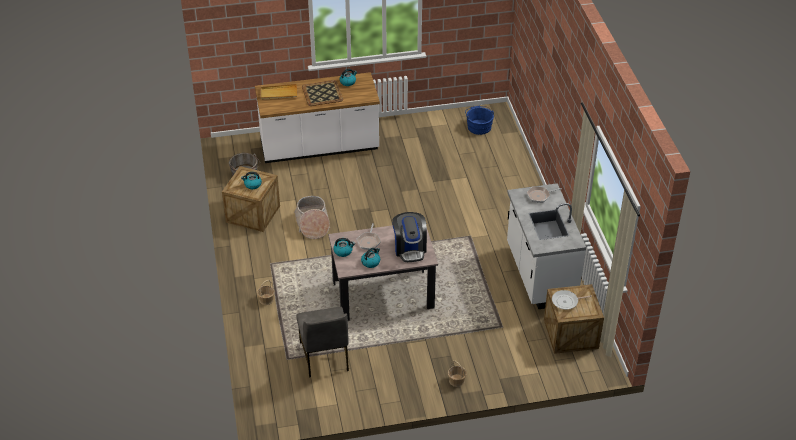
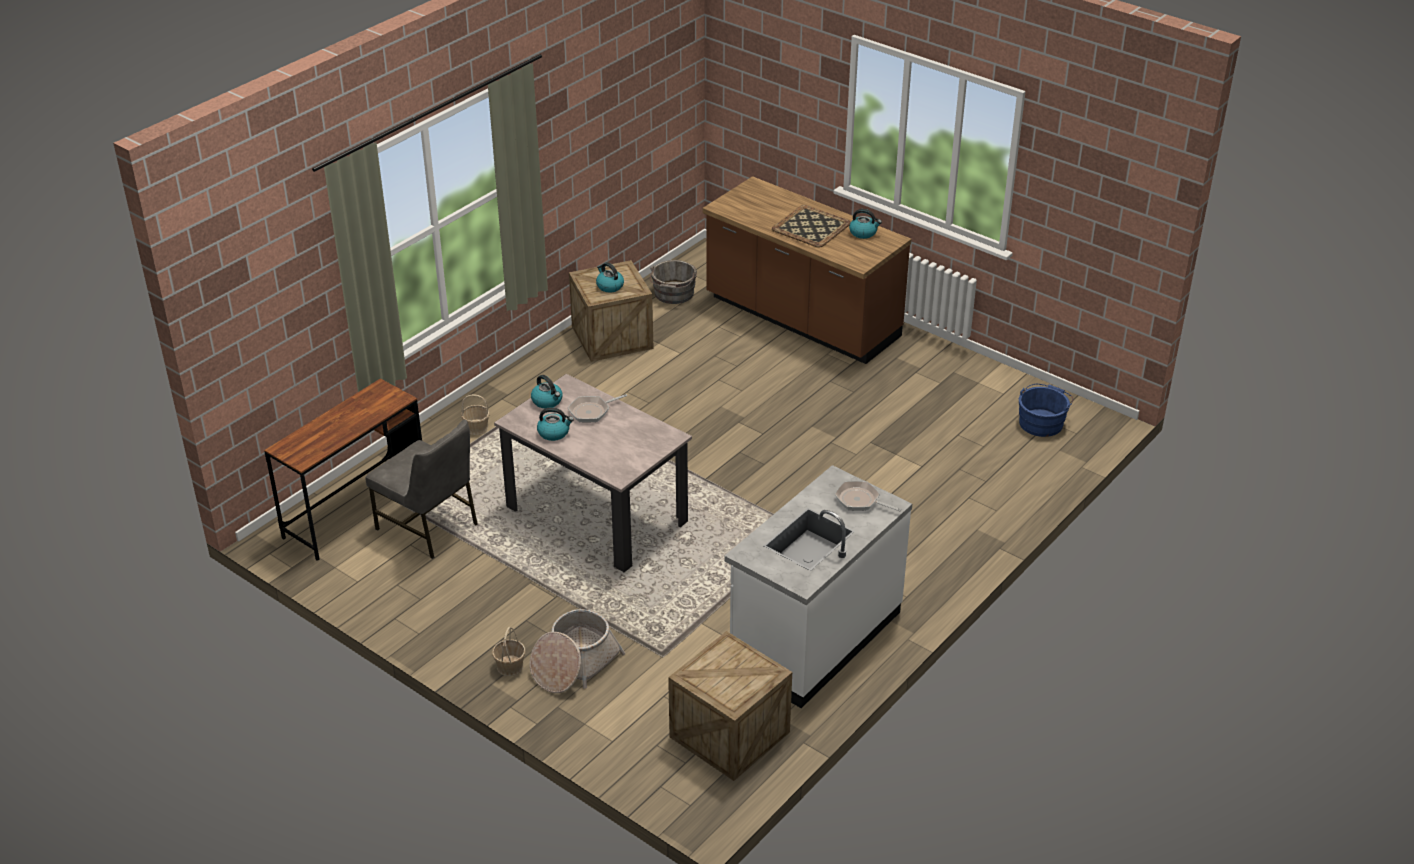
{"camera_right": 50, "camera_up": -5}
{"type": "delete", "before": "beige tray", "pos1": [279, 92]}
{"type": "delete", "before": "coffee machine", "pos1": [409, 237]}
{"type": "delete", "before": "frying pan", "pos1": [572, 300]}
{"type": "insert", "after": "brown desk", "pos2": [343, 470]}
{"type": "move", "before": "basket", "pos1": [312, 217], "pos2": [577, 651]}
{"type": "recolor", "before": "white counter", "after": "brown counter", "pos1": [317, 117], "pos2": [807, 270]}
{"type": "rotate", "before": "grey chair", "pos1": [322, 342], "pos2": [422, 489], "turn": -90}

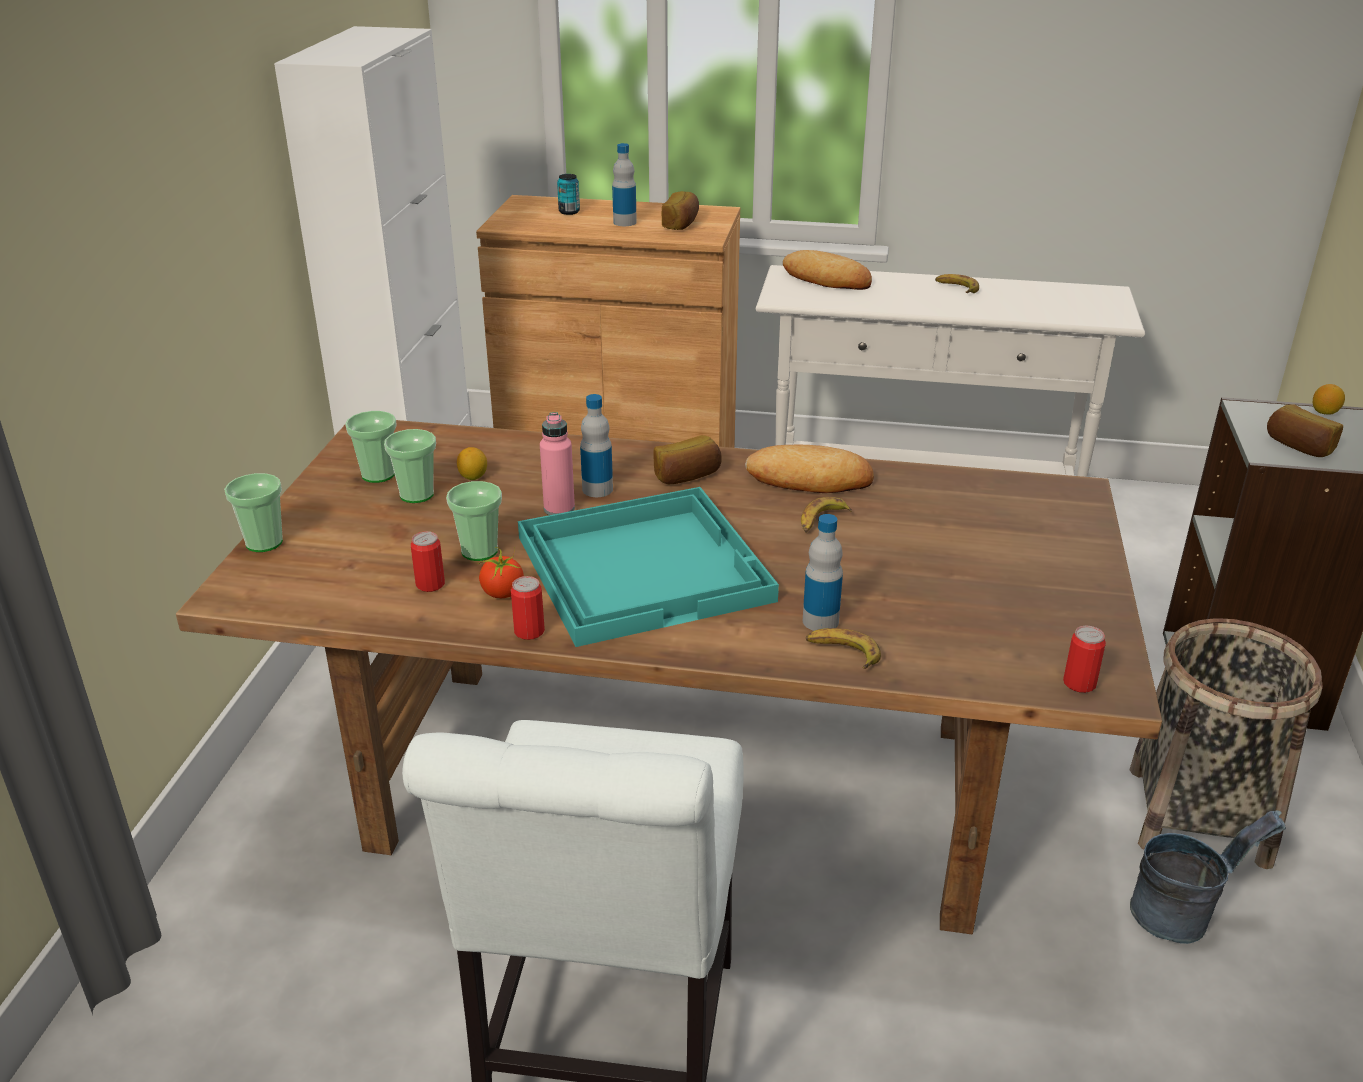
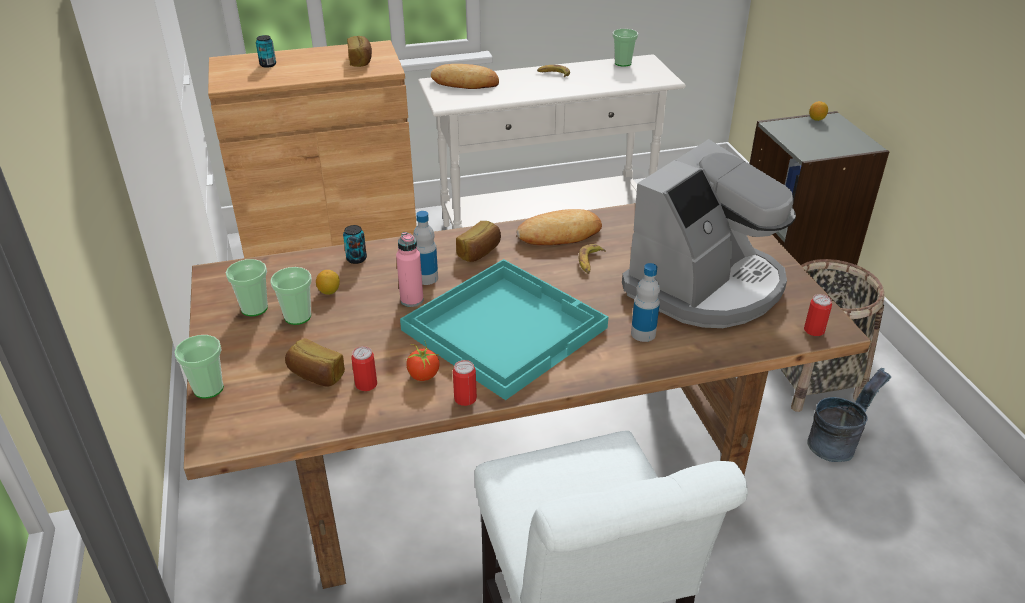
{"camera_right": -25, "camera_up": 5}
{"type": "delete", "before": "bottle", "pos1": [624, 184]}
{"type": "delete", "before": "banana", "pos1": [843, 648]}
{"type": "insert", "after": "can", "pos2": [355, 244]}
{"type": "insert", "after": "coffee machine", "pos2": [709, 233]}
{"type": "move", "before": "cup", "pos1": [474, 521], "pos2": [625, 48]}
{"type": "move", "before": "bread", "pos1": [1305, 431], "pos2": [315, 362]}

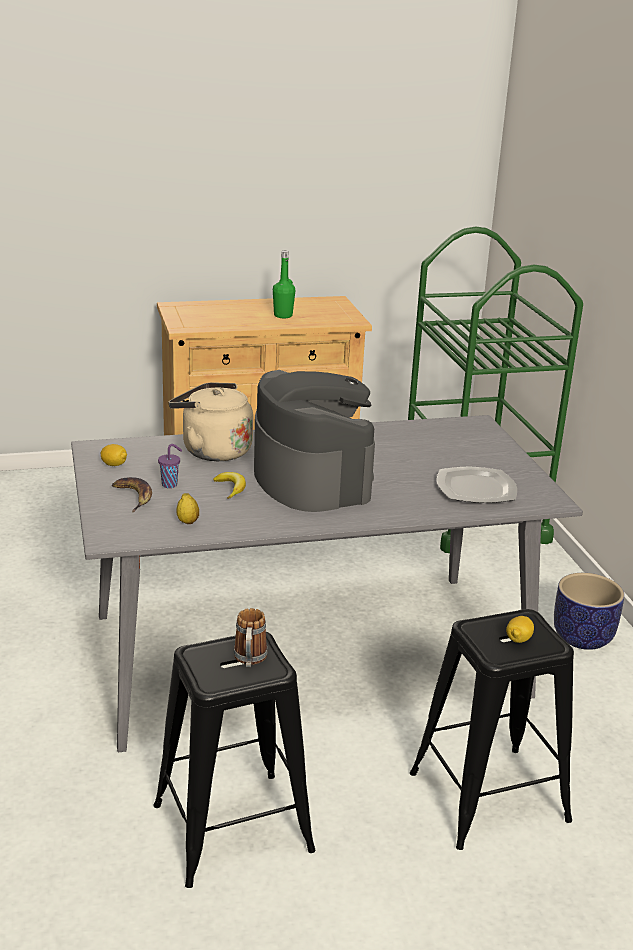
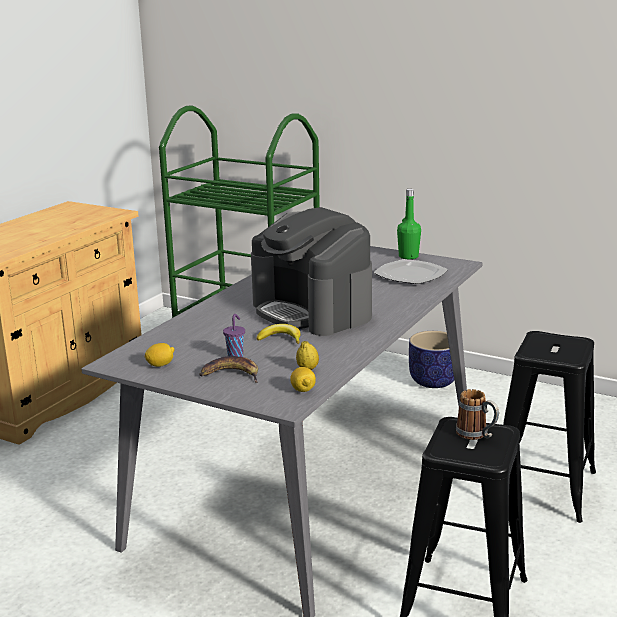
{"camera_right": -45, "camera_up": -5}
{"type": "delete", "before": "beige kettle", "pos1": [211, 421]}
{"type": "move", "before": "green bottle", "pos1": [284, 284], "pos2": [409, 224]}
{"type": "move", "before": "lemon", "pos1": [520, 629], "pos2": [303, 379]}
{"type": "rotate", "before": "coffee machine", "pos1": [314, 441], "pos2": [311, 271], "turn": -150}

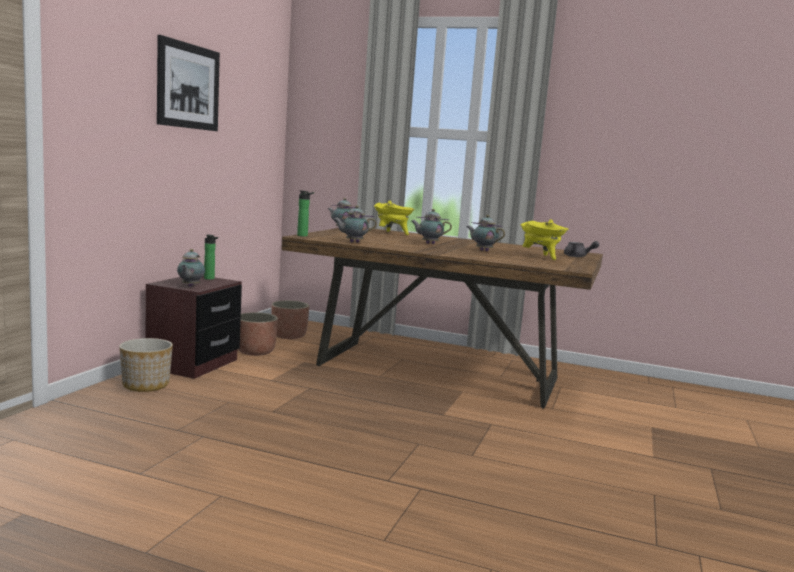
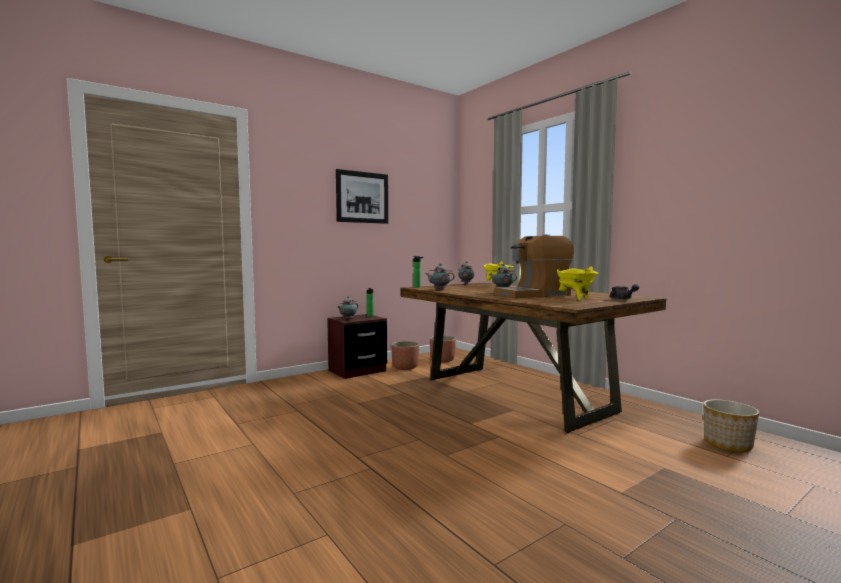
{"camera_right": 35, "camera_up": -5}
{"type": "move", "before": "planter", "pos1": [146, 365], "pos2": [731, 426]}
{"type": "replace", "before": "teapot", "after": "coffee machine", "pos1": [486, 233], "pos2": [534, 266]}

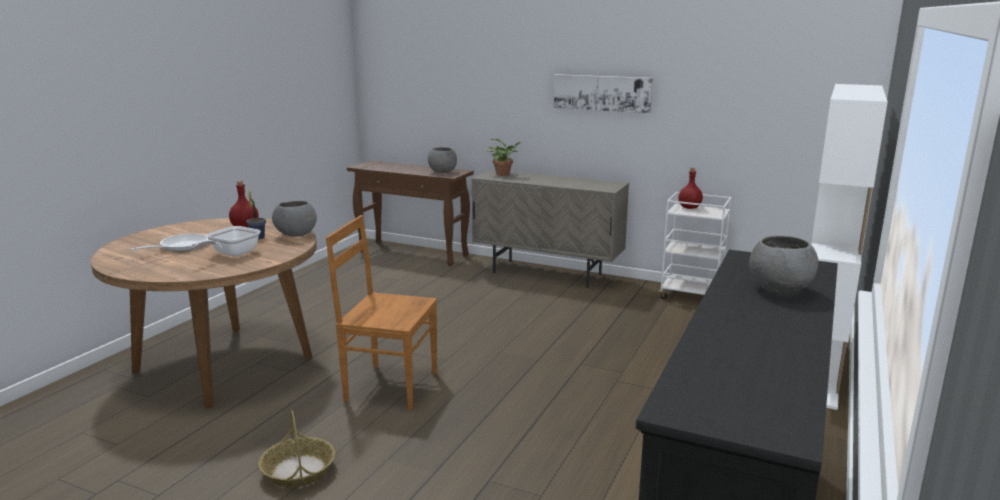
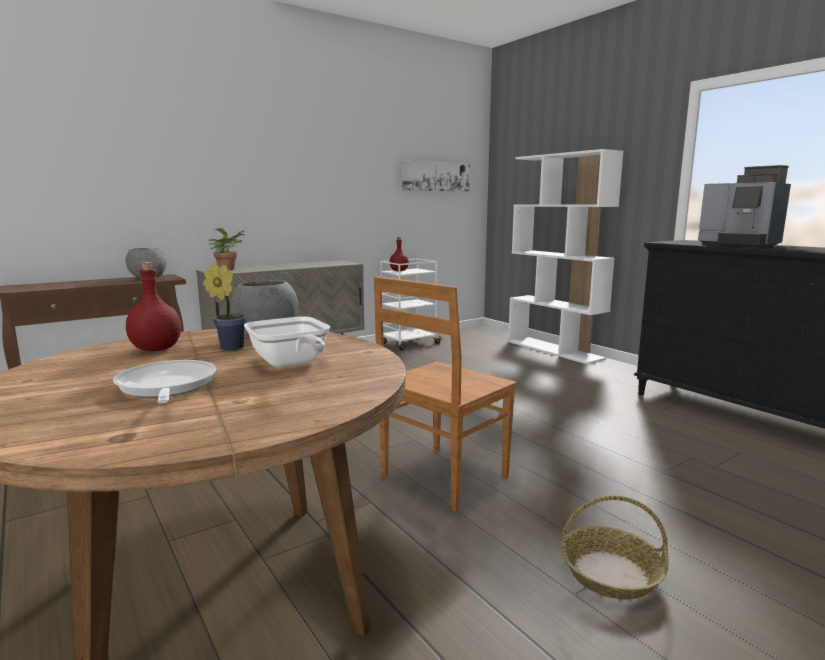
{"camera_right": -60, "camera_up": -5}
{"type": "move", "before": "picture", "pos1": [603, 93], "pos2": [436, 176]}
{"type": "replace", "before": "grey bowl", "after": "coffee machine", "pos1": [783, 264], "pos2": [744, 206]}

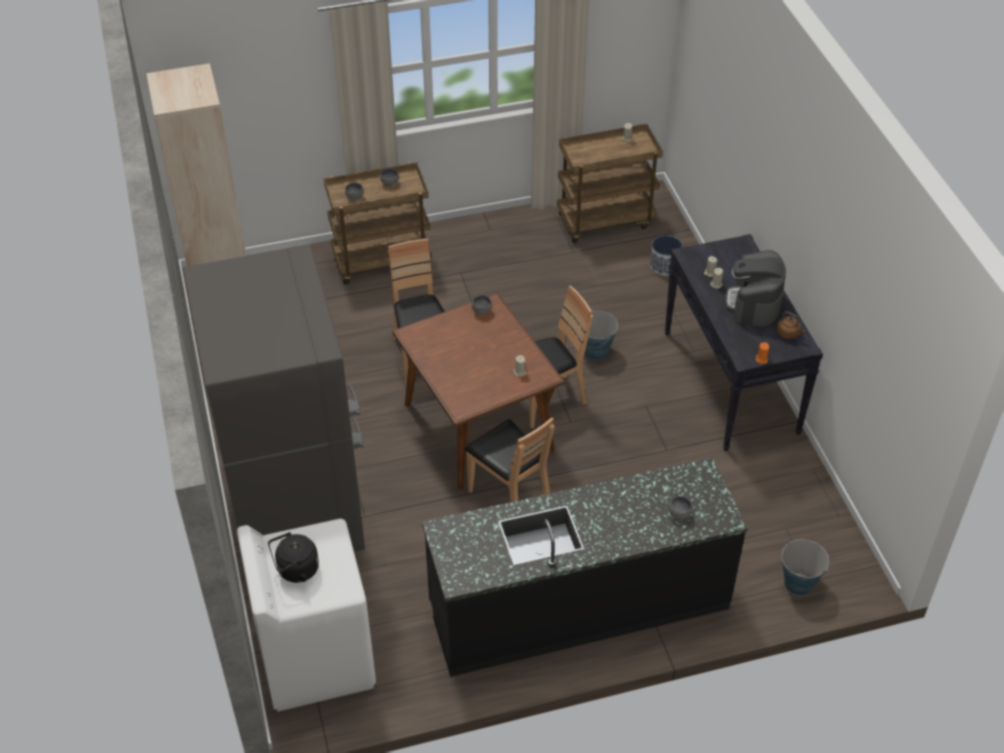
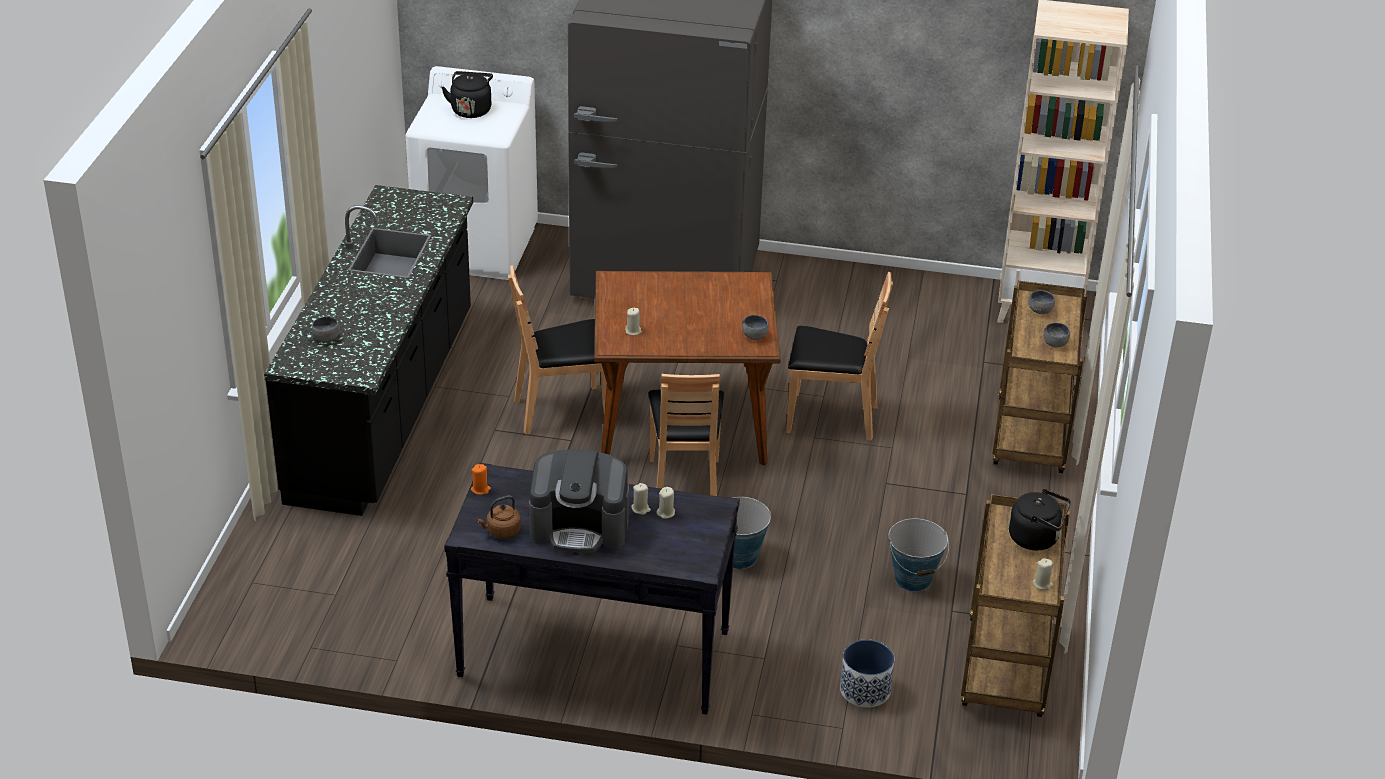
{"camera_right": 115, "camera_up": -10}
{"type": "insert", "after": "black kettle", "pos2": [1040, 519]}
{"type": "move", "before": "bucket", "pos1": [805, 567], "pos2": [918, 555]}
{"type": "rotate", "before": "coffee machine", "pos1": [756, 288], "pos2": [579, 501], "turn": 150}

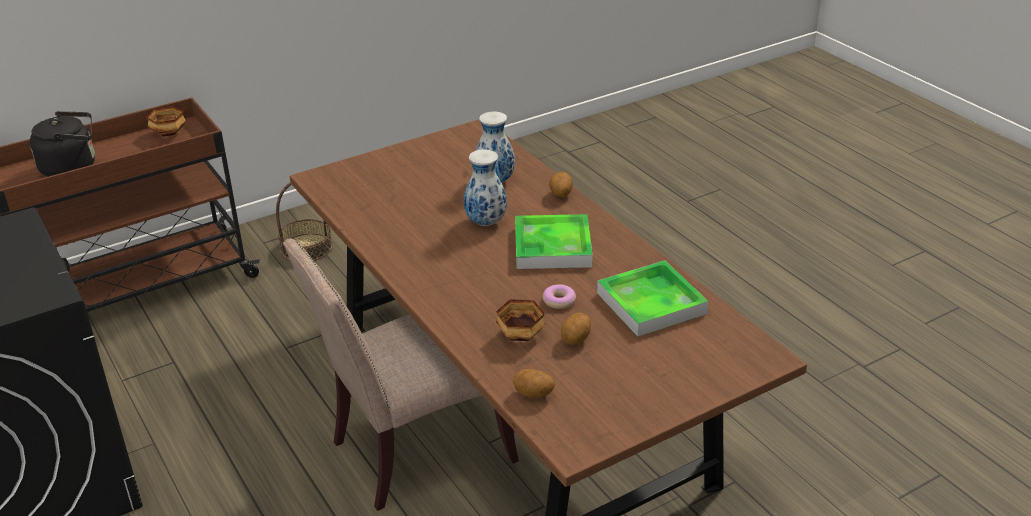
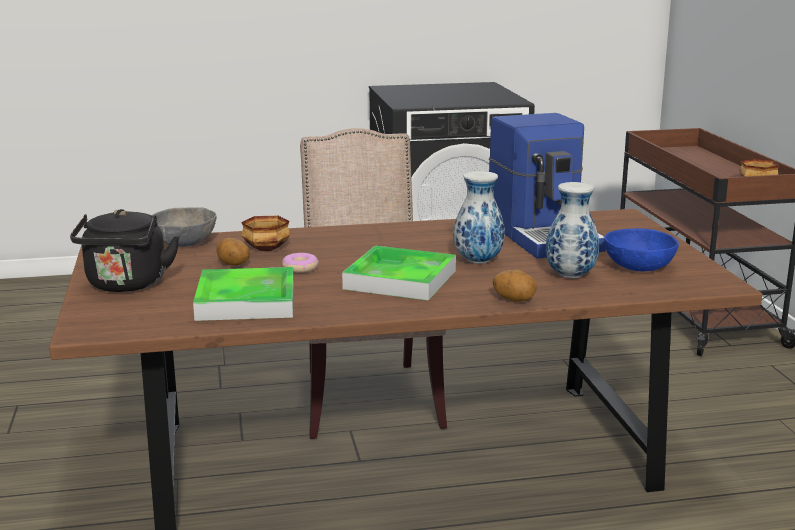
{"camera_right": 110, "camera_up": -15}
{"type": "delete", "before": "basket", "pos1": [304, 221]}
{"type": "insert", "after": "coffee machine", "pos2": [547, 186]}
{"type": "insert", "after": "blue bowl", "pos2": [641, 249]}
{"type": "move", "before": "black kettle", "pos1": [62, 144], "pos2": [124, 250]}
{"type": "replace", "before": "potato", "after": "grey bowl", "pos1": [534, 383], "pos2": [183, 227]}

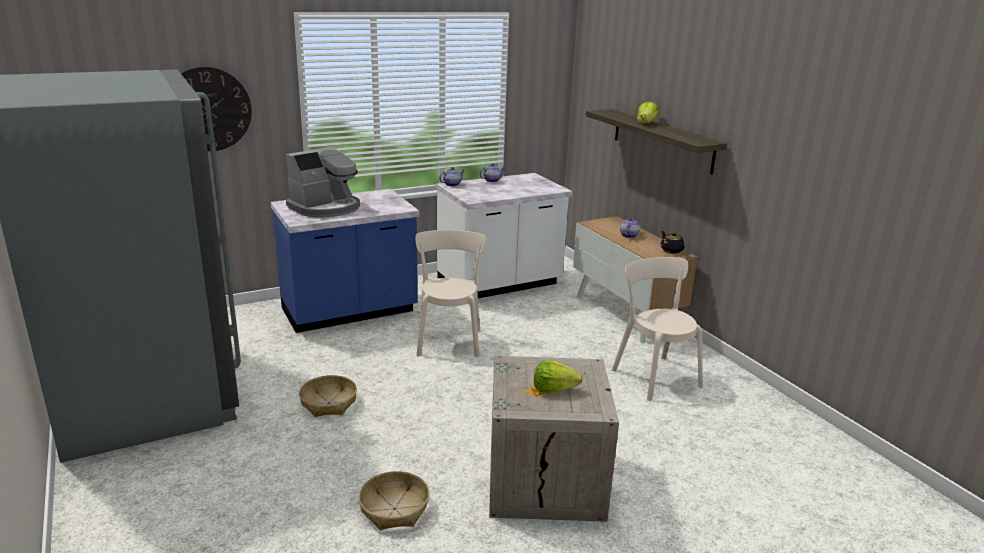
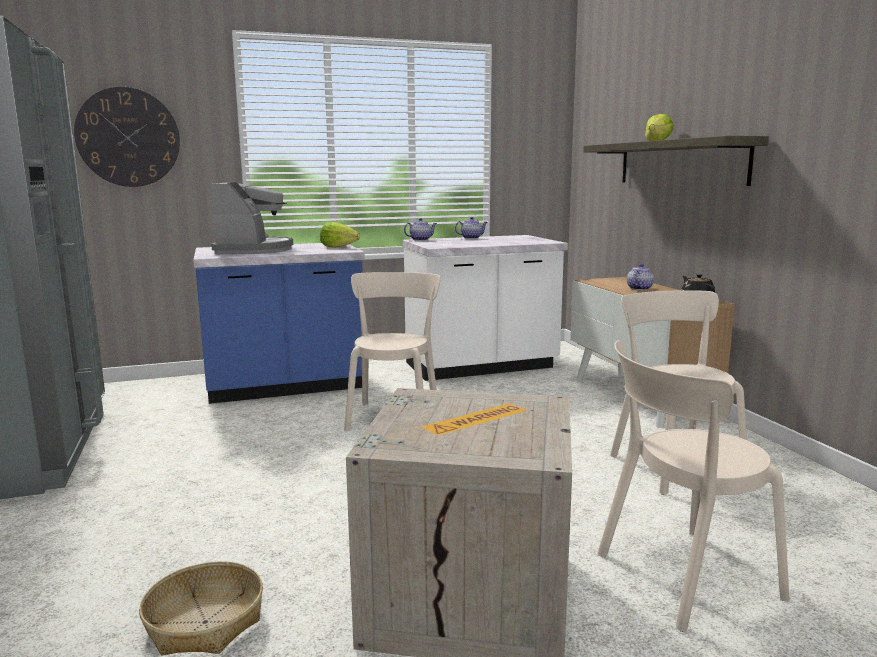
{"camera_right": 10, "camera_up": -10}
{"type": "delete", "before": "basket", "pos1": [328, 396]}
{"type": "insert", "after": "beige chair", "pos2": [693, 486]}
{"type": "move", "before": "lettuce", "pos1": [558, 377], "pos2": [340, 235]}
{"type": "rotate", "before": "coffee machine", "pos1": [323, 182], "pos2": [251, 218], "turn": -60}

